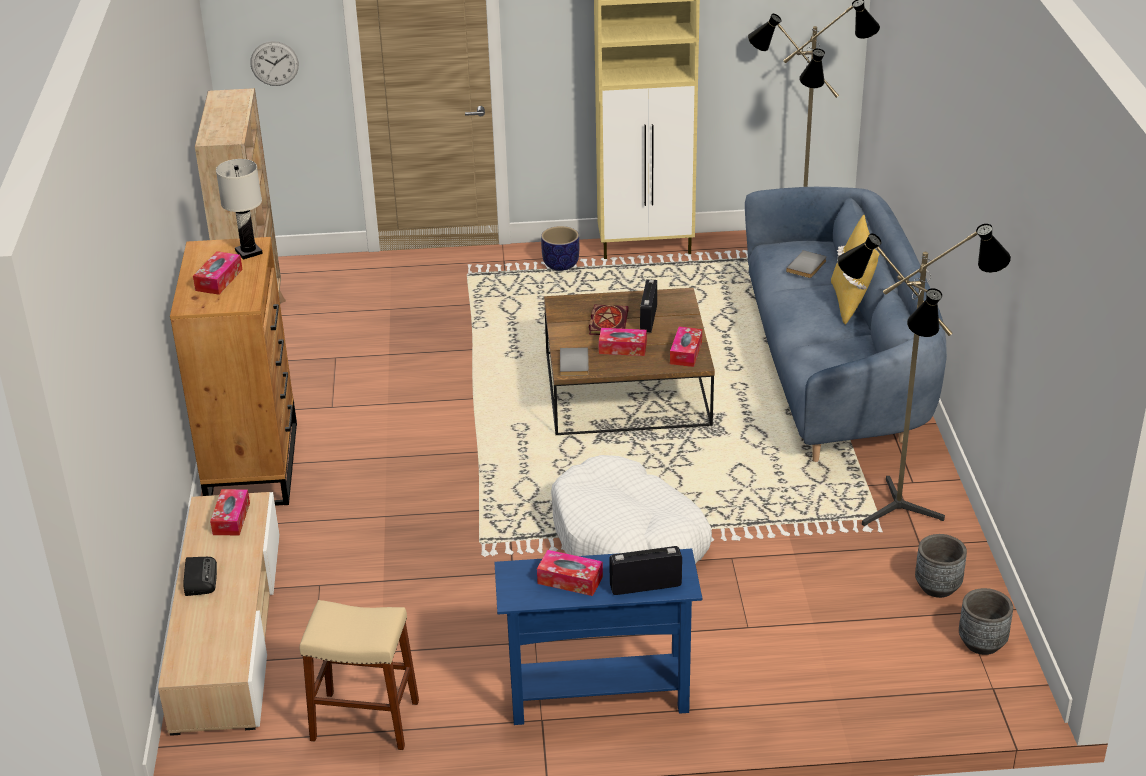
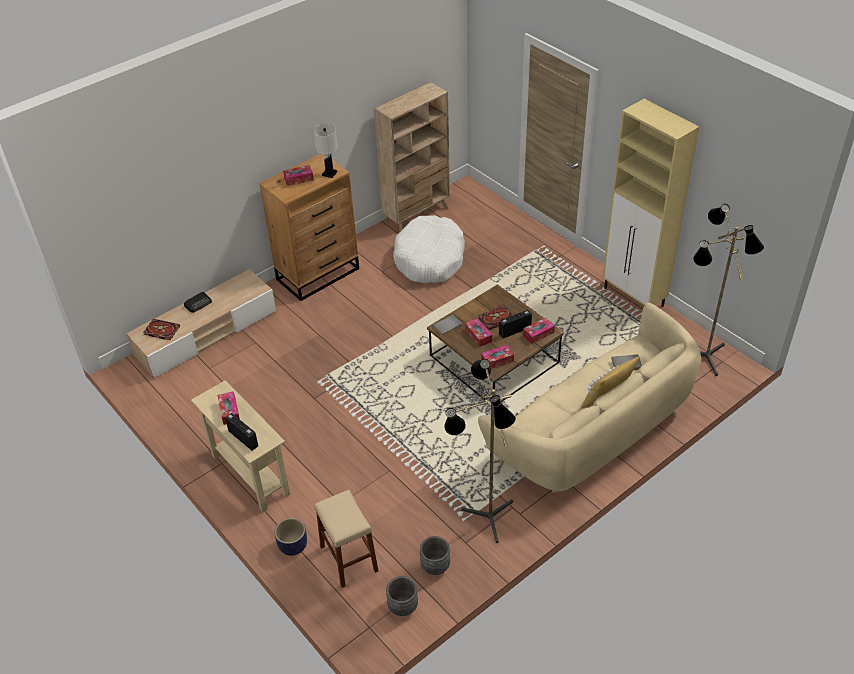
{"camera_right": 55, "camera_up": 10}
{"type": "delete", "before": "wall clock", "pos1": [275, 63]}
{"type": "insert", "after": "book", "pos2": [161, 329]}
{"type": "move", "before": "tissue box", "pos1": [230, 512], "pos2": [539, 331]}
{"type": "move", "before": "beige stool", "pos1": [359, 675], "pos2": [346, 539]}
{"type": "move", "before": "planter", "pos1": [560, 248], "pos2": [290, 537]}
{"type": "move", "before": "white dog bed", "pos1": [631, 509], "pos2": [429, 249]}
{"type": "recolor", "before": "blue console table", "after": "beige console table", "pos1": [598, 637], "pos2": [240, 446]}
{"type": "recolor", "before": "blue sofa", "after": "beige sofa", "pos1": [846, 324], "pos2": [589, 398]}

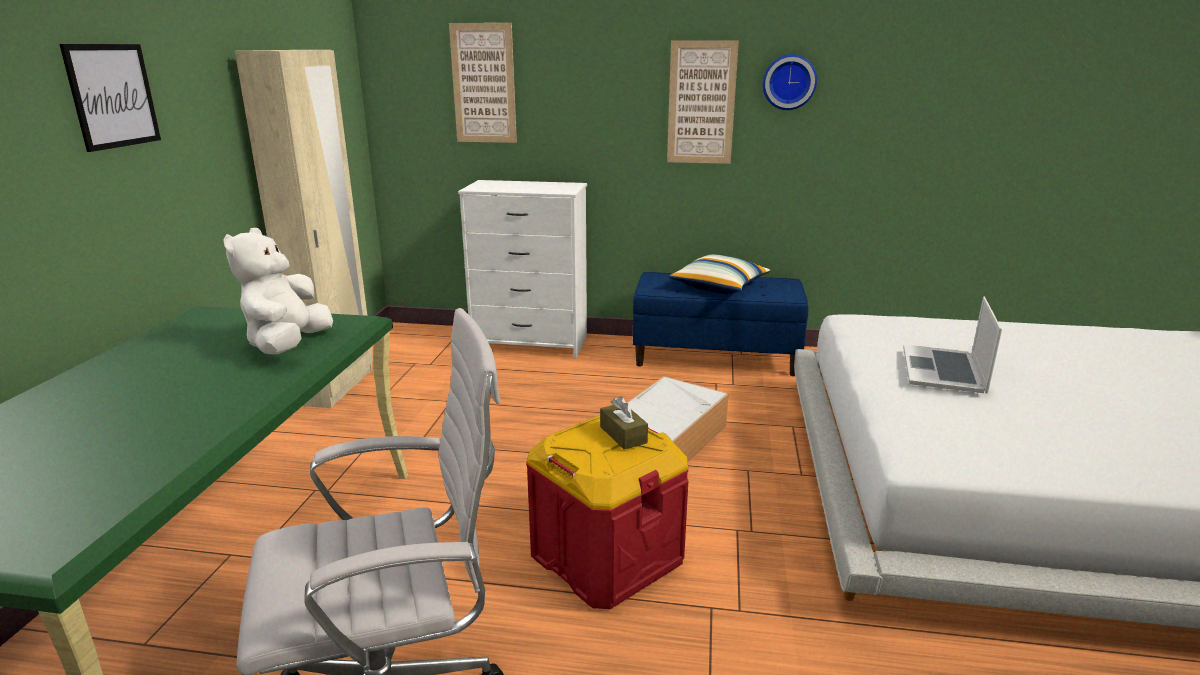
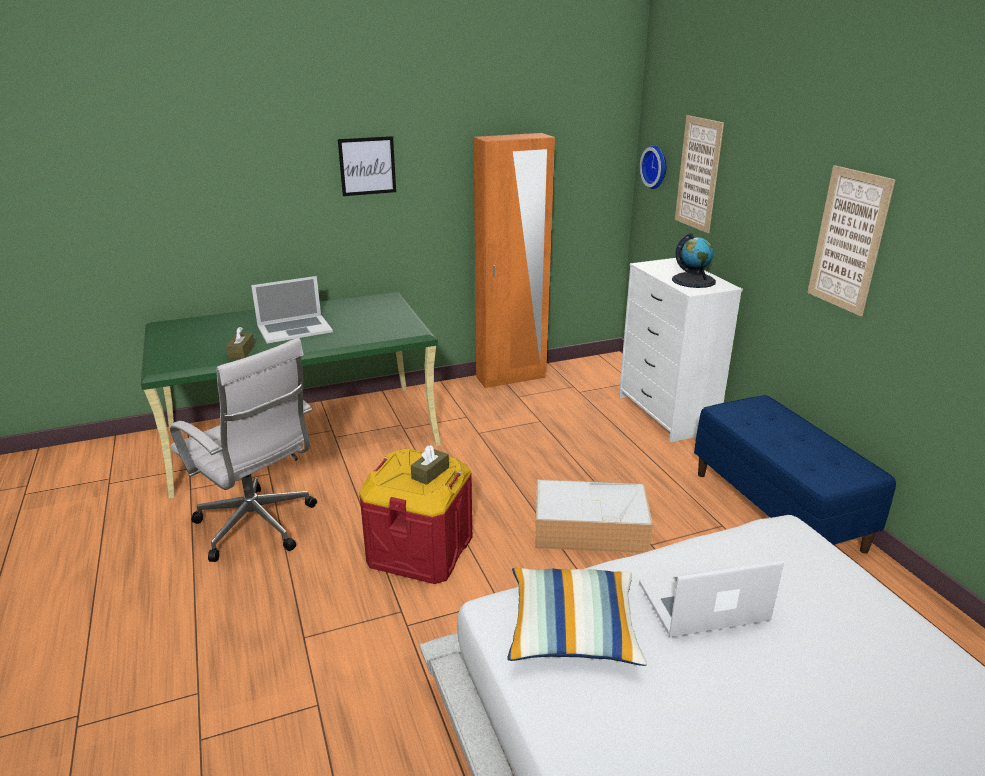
{"camera_right": 60, "camera_up": 5}
{"type": "delete", "before": "white plush toy", "pos1": [278, 291]}
{"type": "insert", "after": "brown tissue box", "pos2": [240, 343]}
{"type": "insert", "after": "laptop", "pos2": [292, 309]}
{"type": "insert", "after": "globe", "pos2": [694, 260]}
{"type": "move", "before": "pillow", "pos1": [720, 274], "pos2": [577, 617]}
{"type": "move", "before": "wall clock", "pos1": [790, 82], "pos2": [653, 167]}
{"type": "recolor", "before": "beige wardrobe", "after": "orange wardrobe", "pos1": [304, 229], "pos2": [514, 260]}

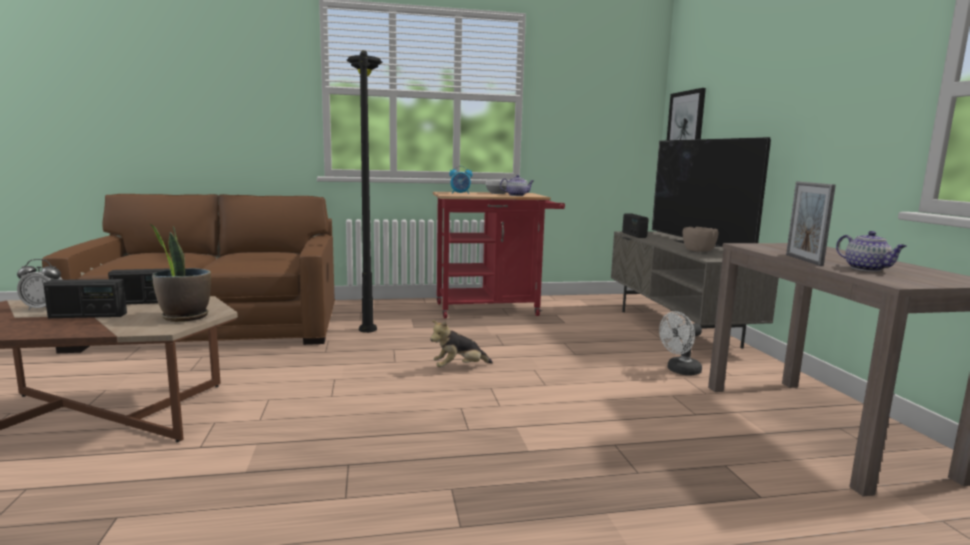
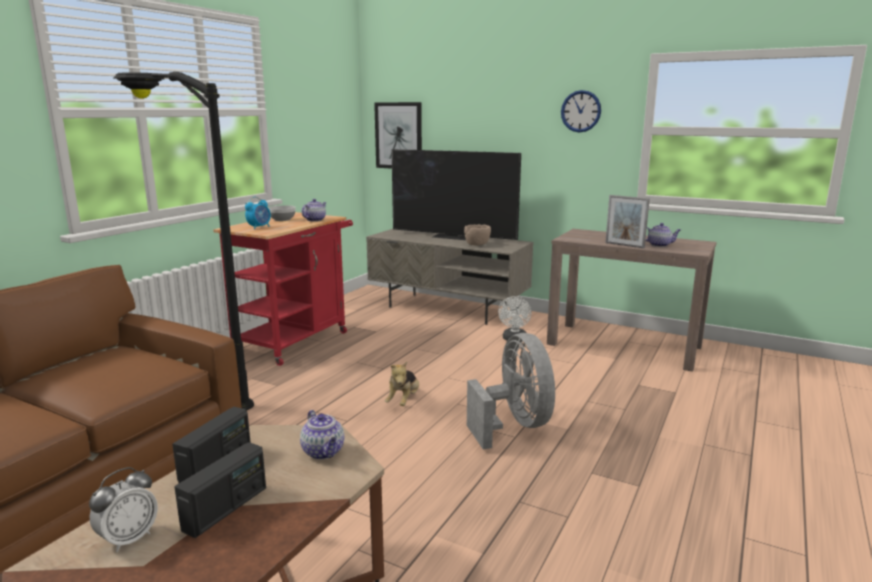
{"camera_right": -50, "camera_up": 5}
{"type": "delete", "before": "radio", "pos1": [635, 225]}
{"type": "insert", "after": "grey fan", "pos2": [511, 391]}
{"type": "insert", "after": "wall clock", "pos2": [581, 111]}
{"type": "replace", "before": "potted plant", "after": "teapot", "pos1": [180, 273], "pos2": [322, 435]}

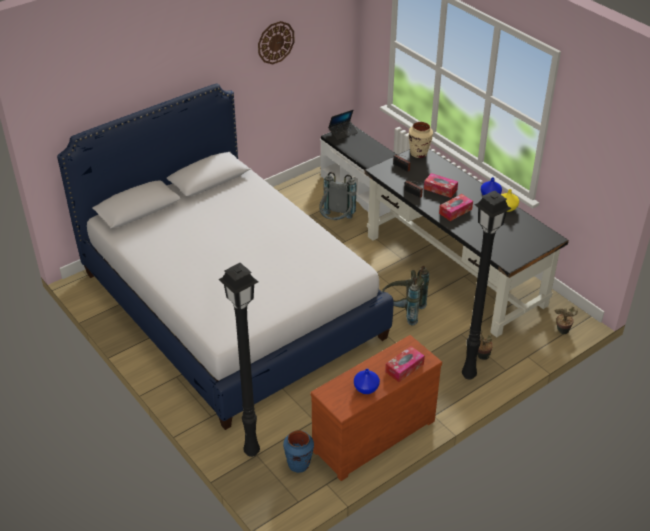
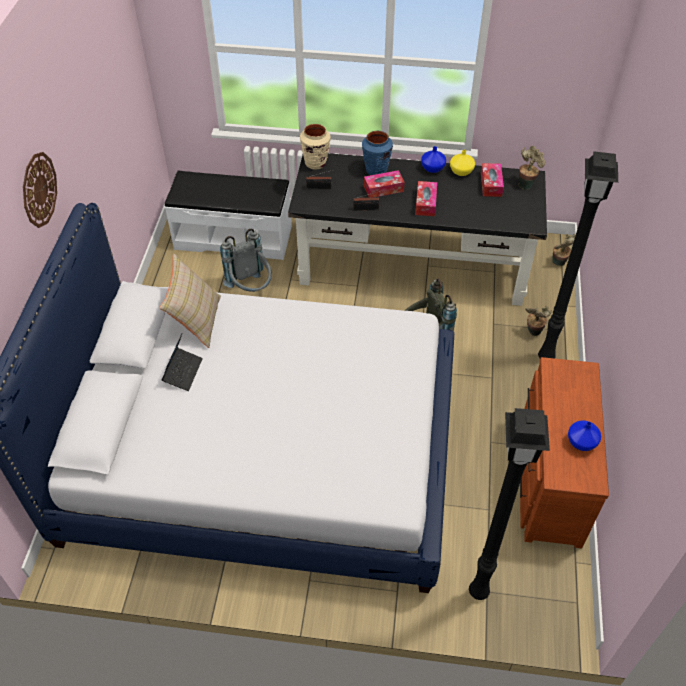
{"camera_right": -45, "camera_up": 10}
{"type": "insert", "after": "beige pillow", "pos2": [190, 301]}
{"type": "insert", "after": "potted plant", "pos2": [532, 168]}
{"type": "move", "before": "wall clock", "pos1": [276, 42], "pos2": [40, 190]}
{"type": "move", "before": "blue vase", "pos1": [298, 451], "pos2": [377, 153]}
{"type": "move", "before": "laptop", "pos1": [343, 125], "pos2": [182, 362]}
{"type": "move", "before": "tissue box", "pos1": [405, 364], "pos2": [492, 180]}

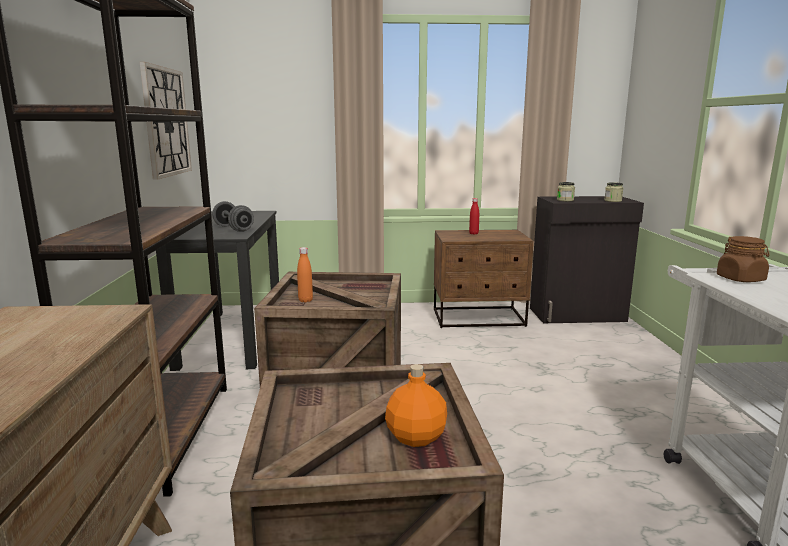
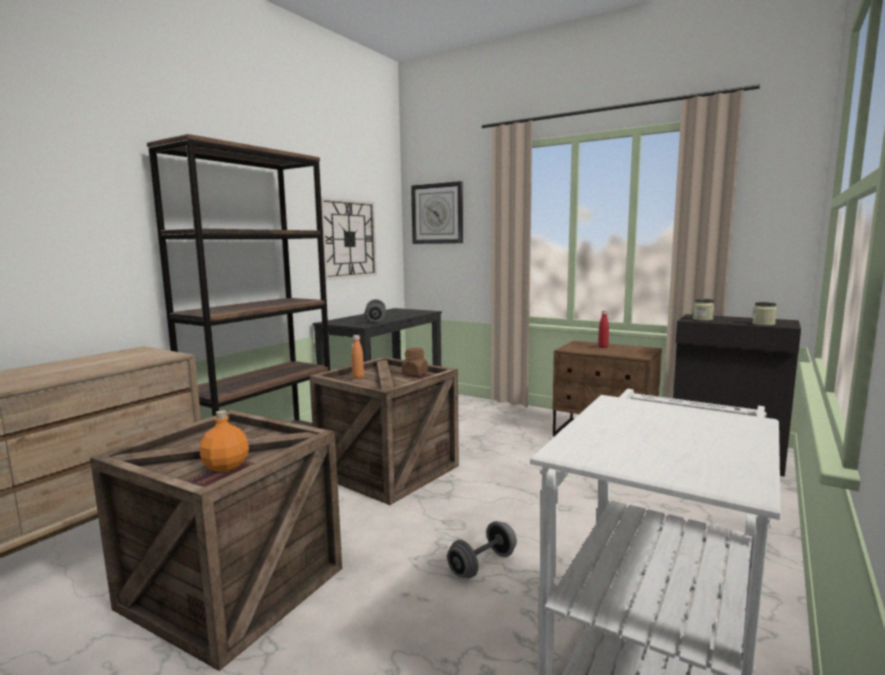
{"camera_right": 35, "camera_up": -5}
{"type": "insert", "after": "wall clock", "pos2": [437, 212]}
{"type": "insert", "after": "grey dumbbell", "pos2": [482, 549]}
{"type": "move", "before": "brown jar", "pos1": [743, 259], "pos2": [415, 362]}

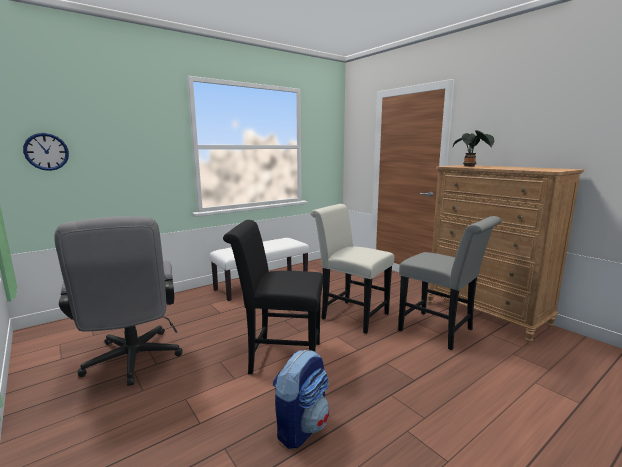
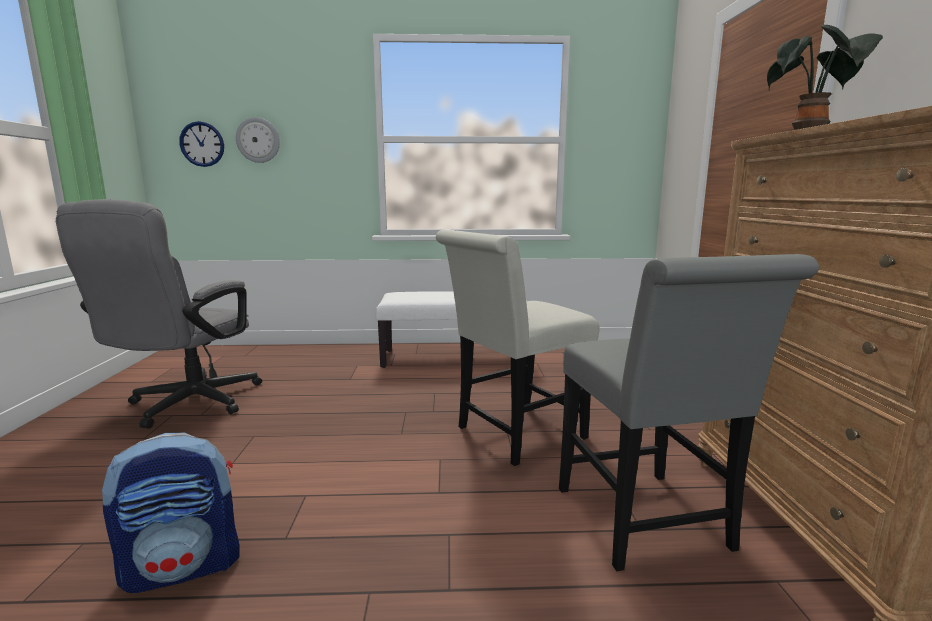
{"camera_right": 35, "camera_up": 0}
{"type": "delete", "before": "black chair", "pos1": [273, 297]}
{"type": "insert", "after": "wall clock", "pos2": [258, 140]}
{"type": "rotate", "before": "white chair", "pos1": [352, 269], "pos2": [517, 347], "turn": -105}

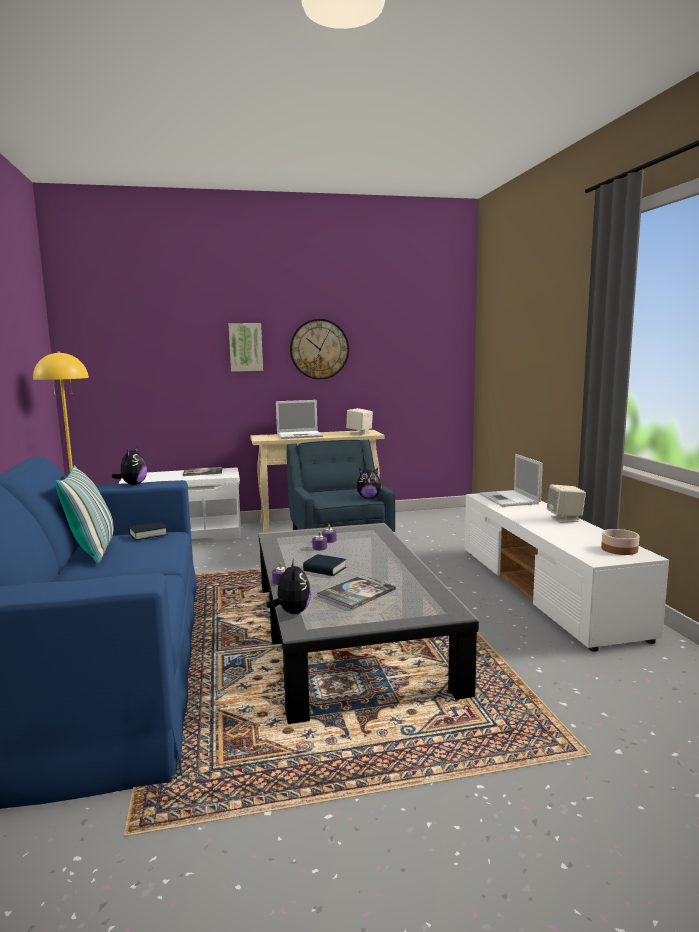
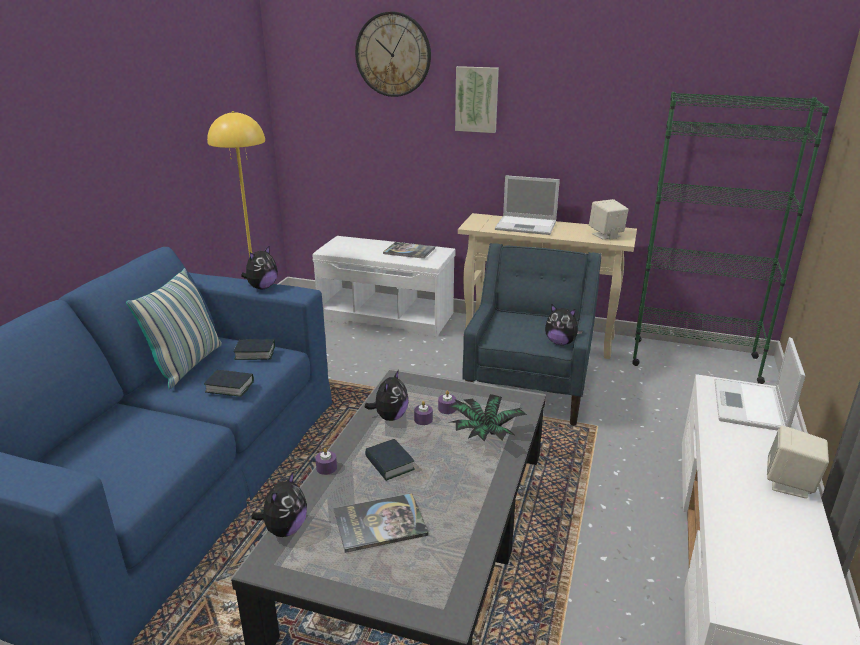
{"camera_right": 30, "camera_up": 15}
{"type": "delete", "before": "bowl", "pos1": [620, 542]}
{"type": "insert", "after": "book", "pos2": [229, 383]}
{"type": "insert", "after": "plush toy", "pos2": [387, 395]}
{"type": "insert", "after": "potted plant", "pos2": [487, 418]}
{"type": "insert", "after": "green bookcase", "pos2": [730, 238]}
{"type": "move", "before": "wall clock", "pos1": [319, 349], "pos2": [393, 54]}

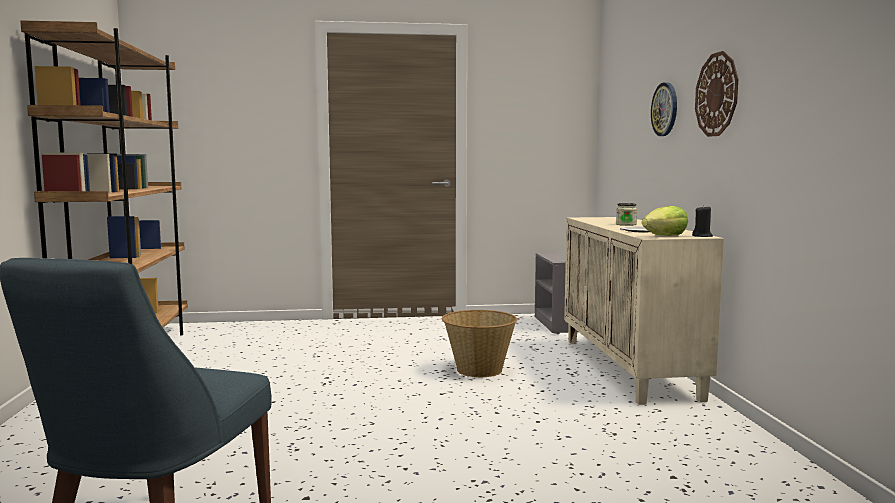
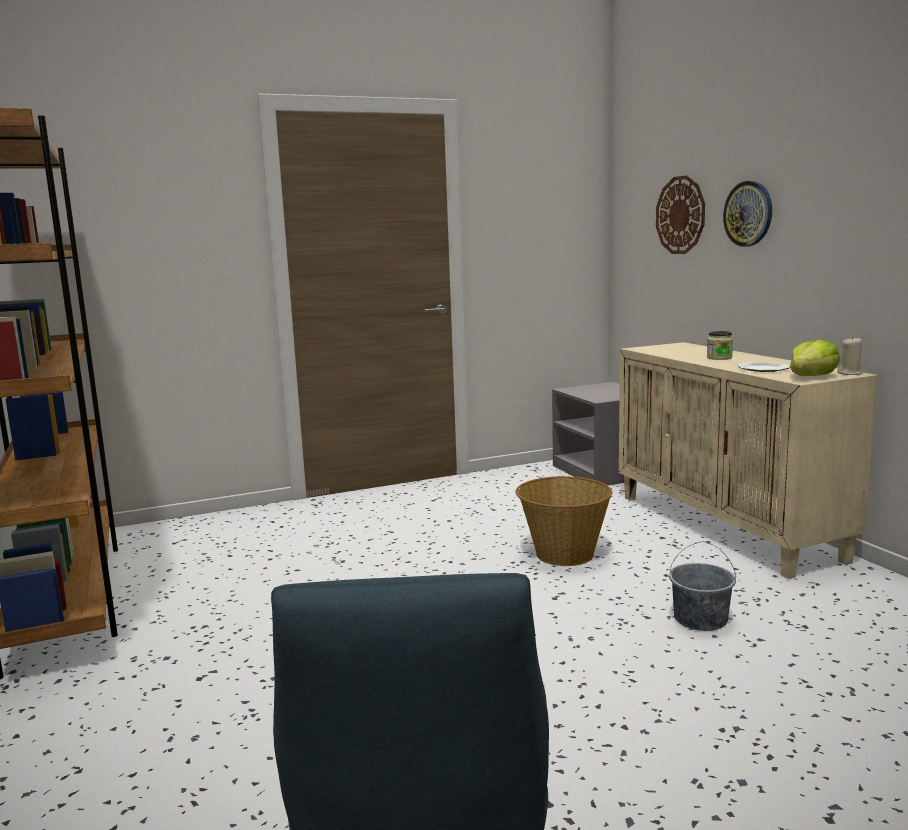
{"camera_right": -15, "camera_up": 5}
{"type": "insert", "after": "grey bucket", "pos2": [702, 586]}
{"type": "move", "before": "wall clock", "pos1": [716, 94], "pos2": [680, 214]}
{"type": "recolor", "before": "black candle", "after": "beige candle", "pos1": [702, 221], "pos2": [850, 356]}

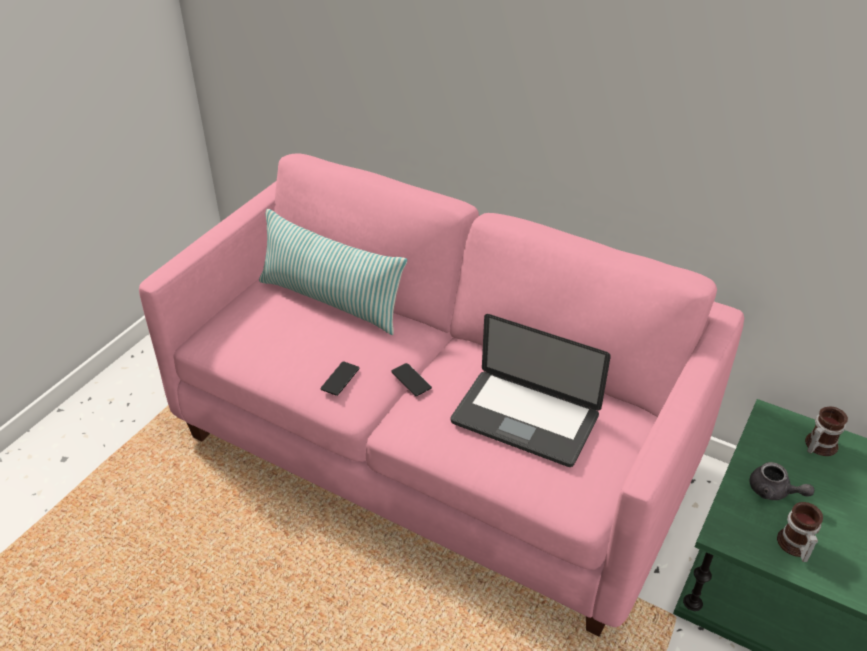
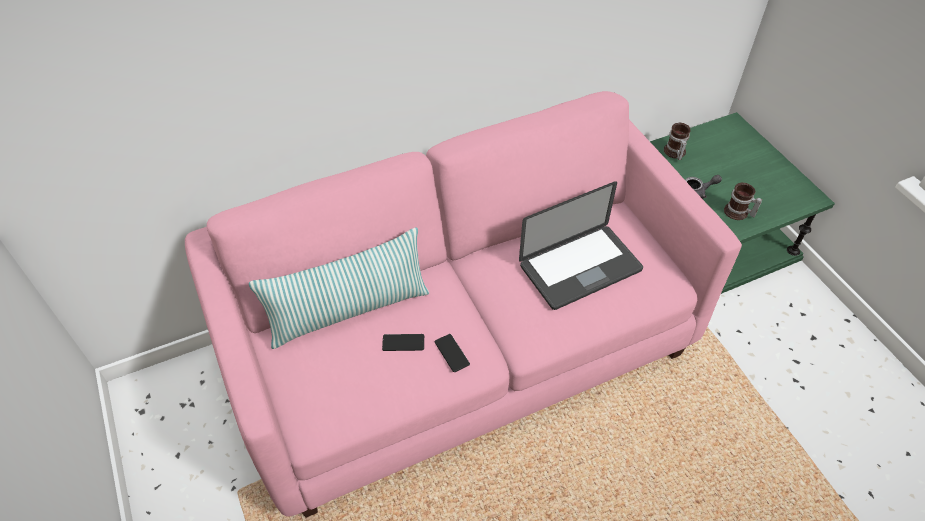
{"camera_right": -55, "camera_up": 10}
{"type": "move", "before": "phone", "pos1": [411, 379], "pos2": [403, 342]}

